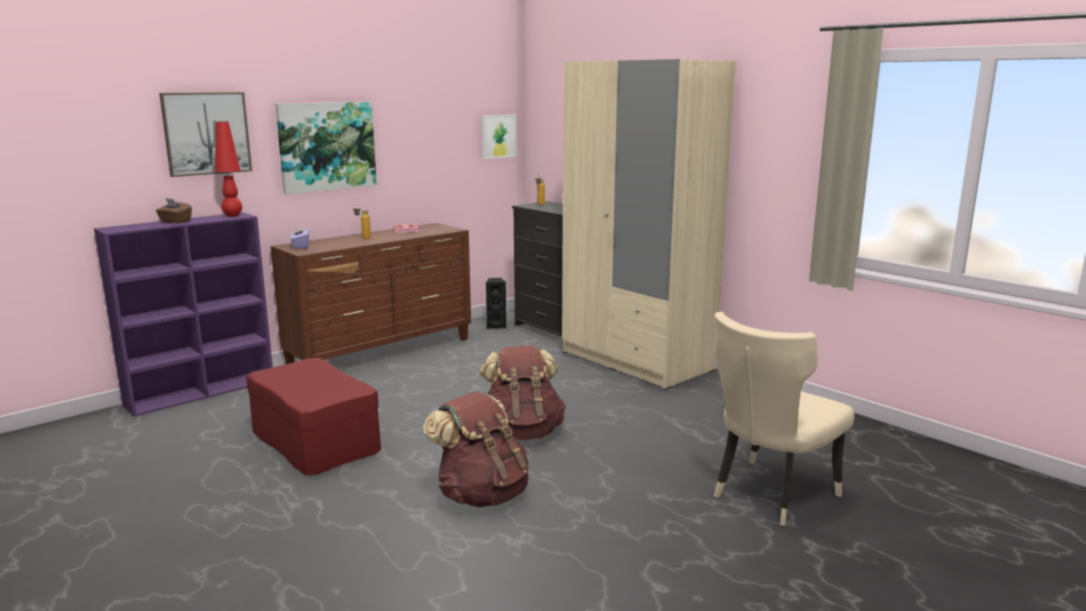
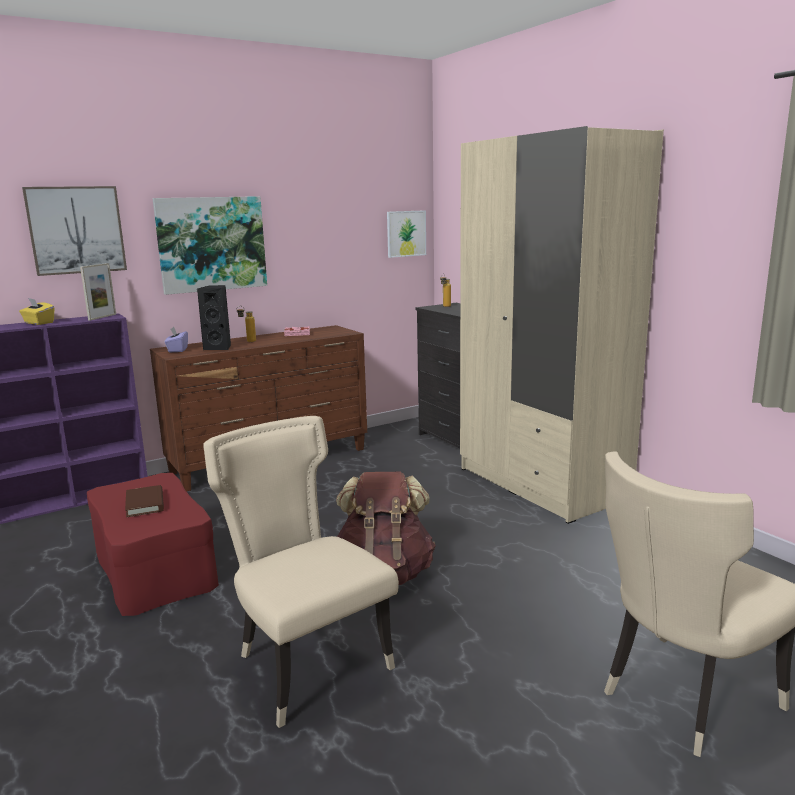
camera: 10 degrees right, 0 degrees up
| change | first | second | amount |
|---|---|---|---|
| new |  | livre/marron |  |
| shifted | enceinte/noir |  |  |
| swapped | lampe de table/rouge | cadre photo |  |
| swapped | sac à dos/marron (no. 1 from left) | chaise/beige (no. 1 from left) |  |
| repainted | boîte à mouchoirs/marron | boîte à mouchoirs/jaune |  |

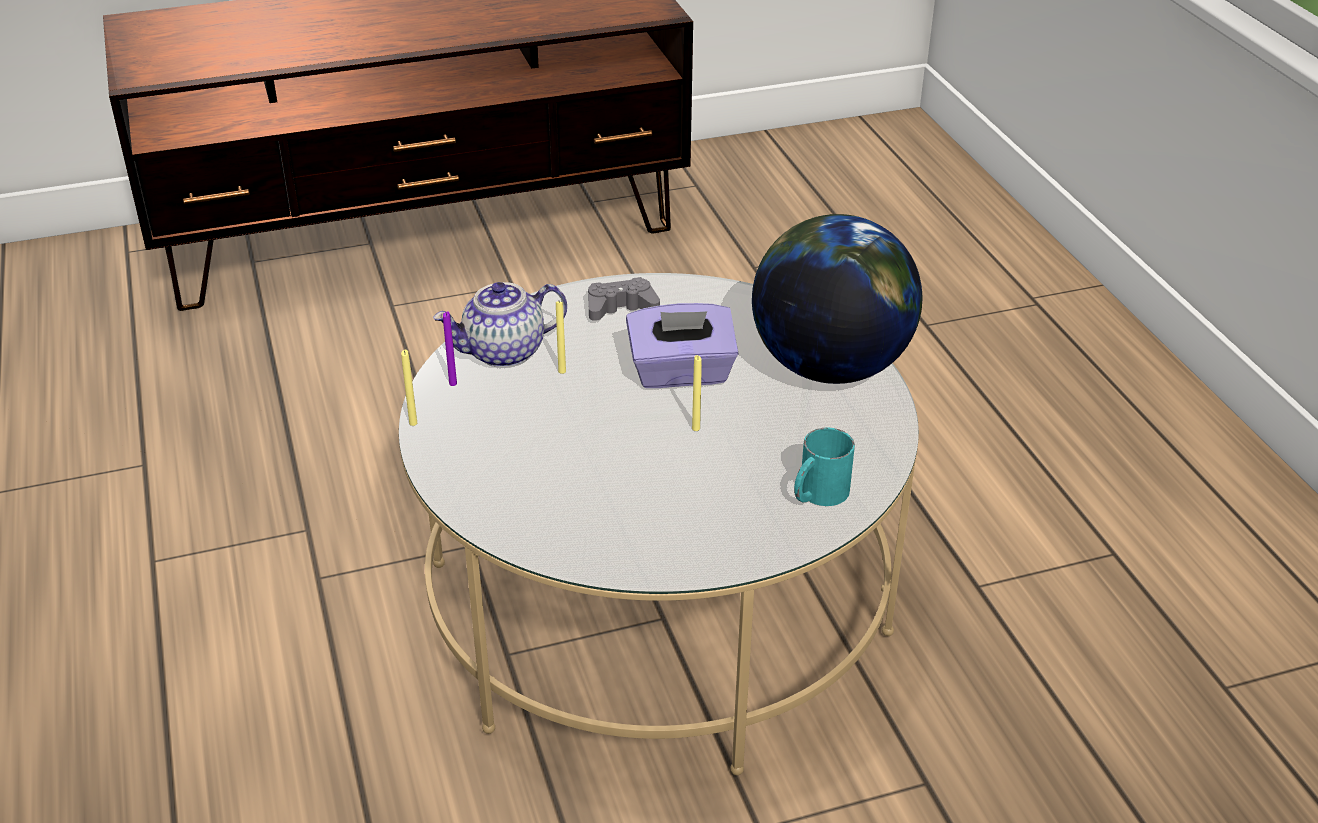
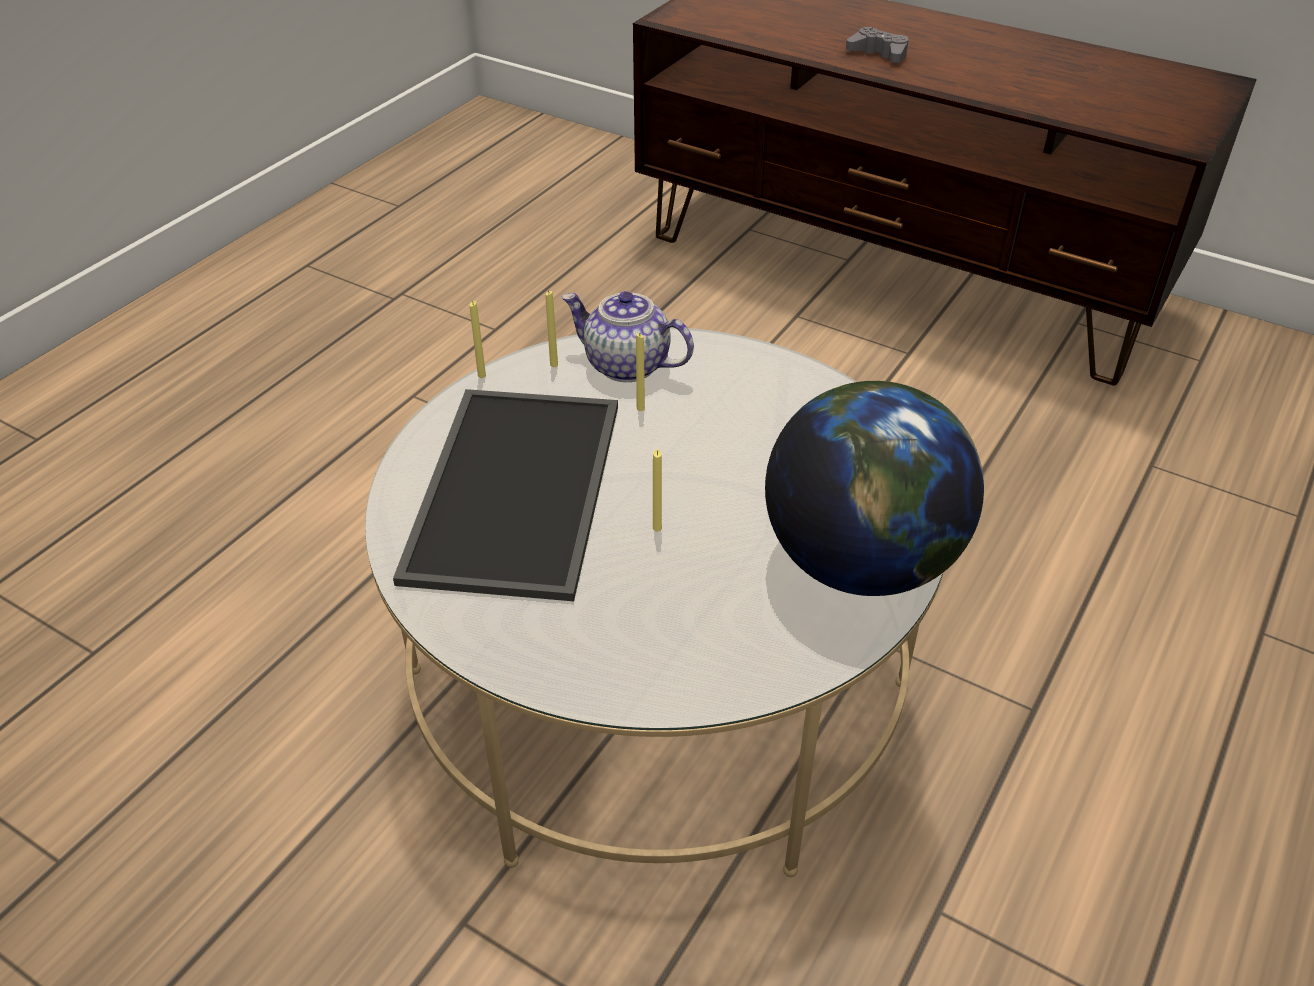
camera: 50 degrees right, 5 degrees up
| change | first | second | amount |
|---|---|---|---|
| gone | boîte à mouchoirs/violet |  |  |
| gone | mug/turquoise |  |  |
| new |  | plateau |  |
| shifted | manette/gris |  |  |
| repainted | bougie/violet | bougie/jaune (no. 2 from left) |  |

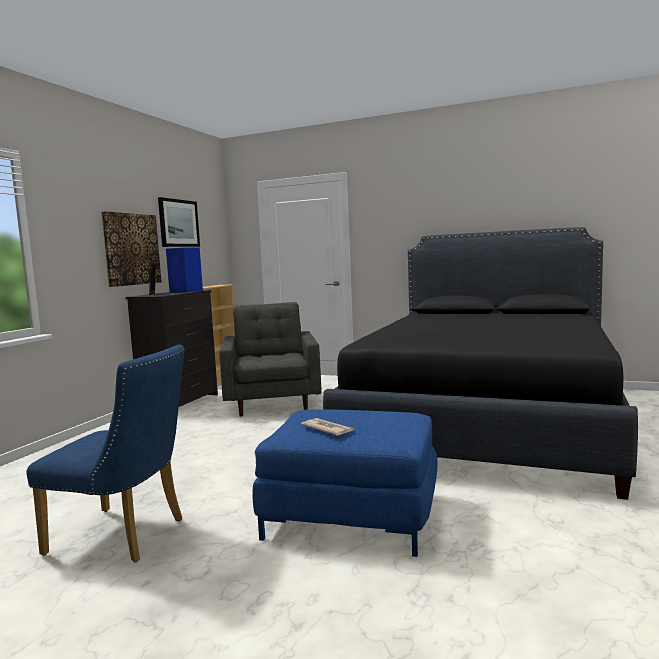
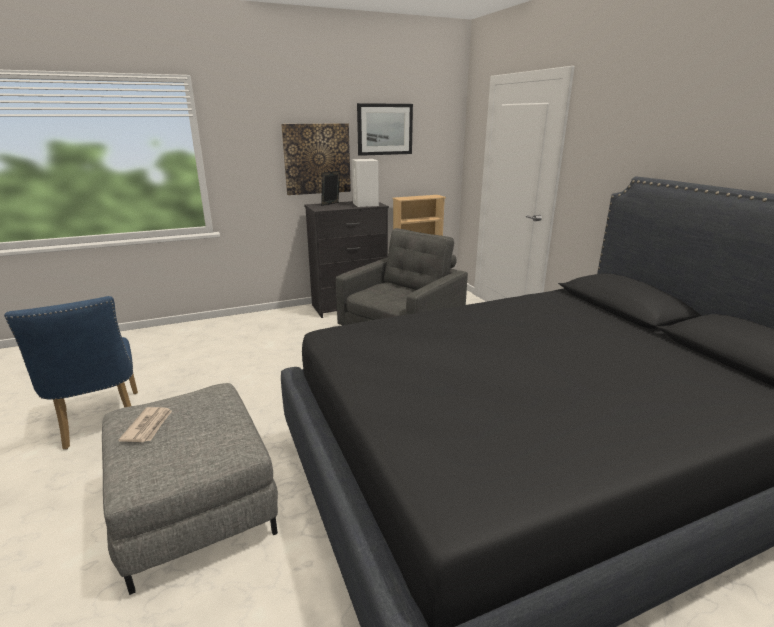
camera: 45 degrees right, 15 degrees up
| change | first | second | amount |
|---|---|---|---|
| repainted | enceinte/bleu | enceinte/blanc |  |
| repainted | pouf/bleu | pouf/gris |  |

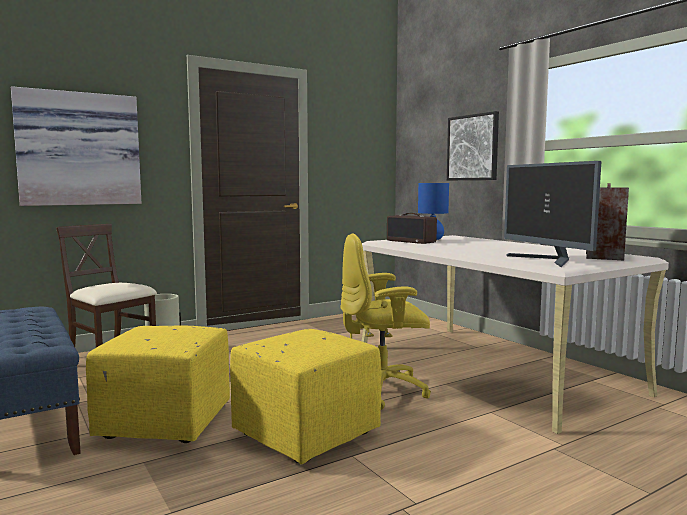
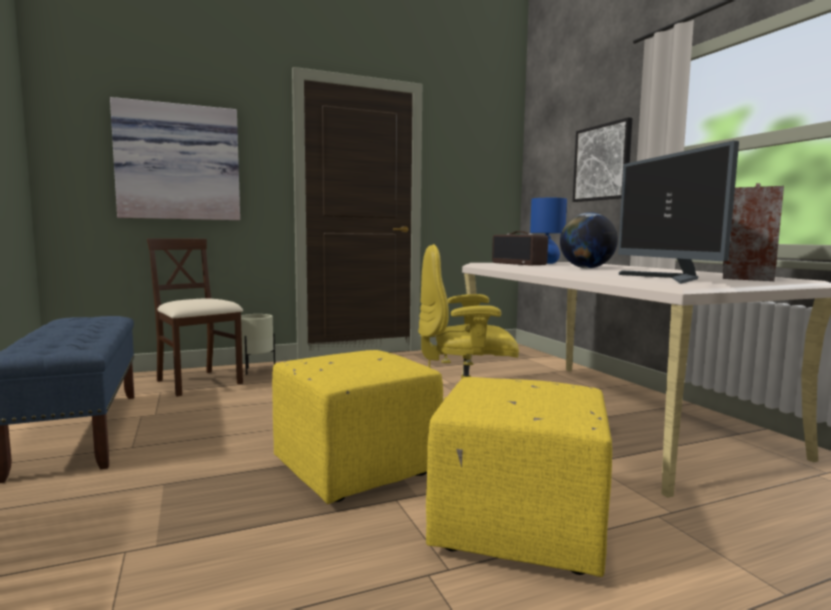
camera: 10 degrees right, 0 degrees up
| change | first | second | amount |
|---|---|---|---|
| new |  | globe |  |
| shifted | pouf/jaune (no. 1 from left in the first image) | pouf/jaune (no. 2 from left) |  |

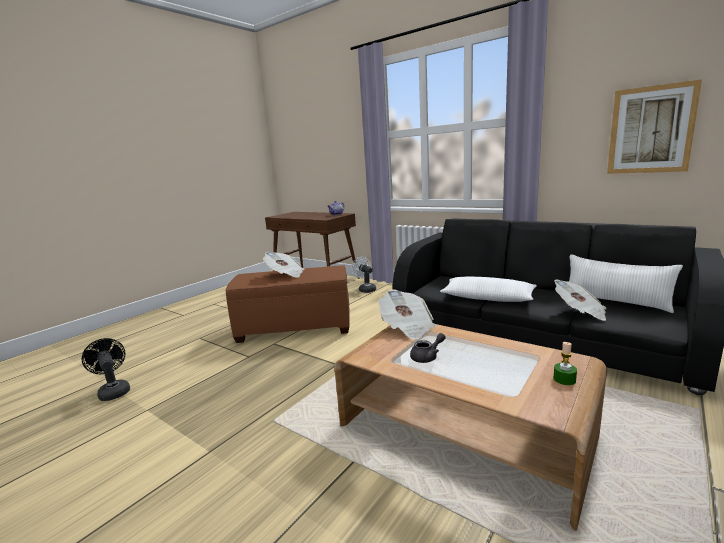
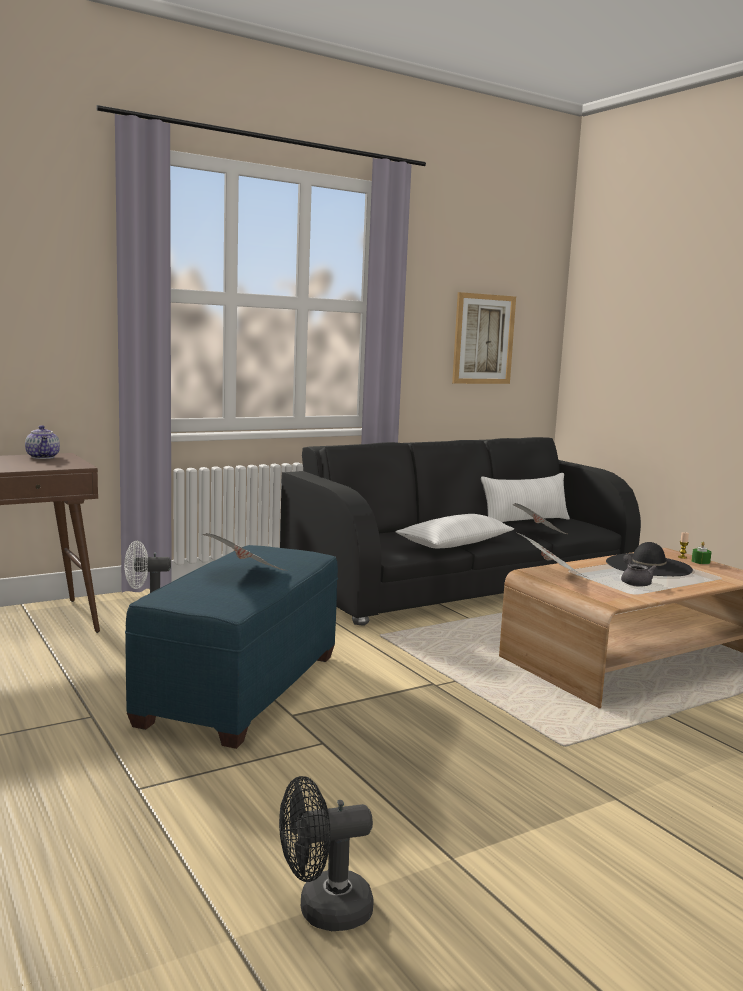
camera: 70 degrees left, 5 degrees down
| change | first | second | amount |
|---|---|---|---|
| new |  | chapeau/noir |  |
| repainted | pouf/marron | pouf/bleu |  |

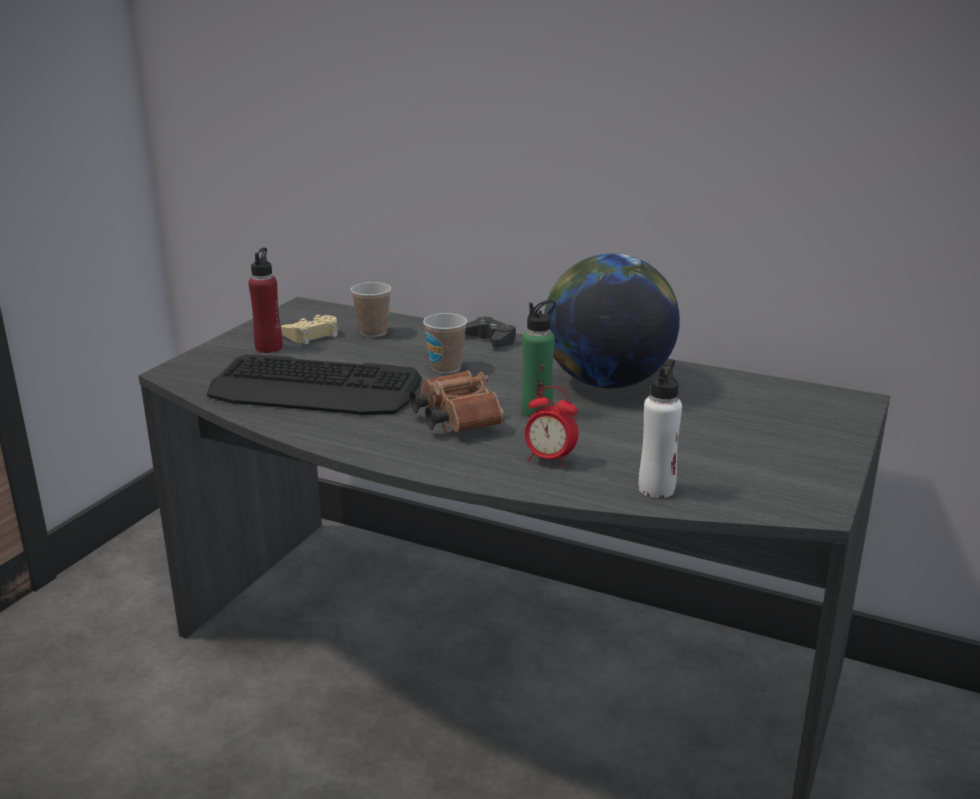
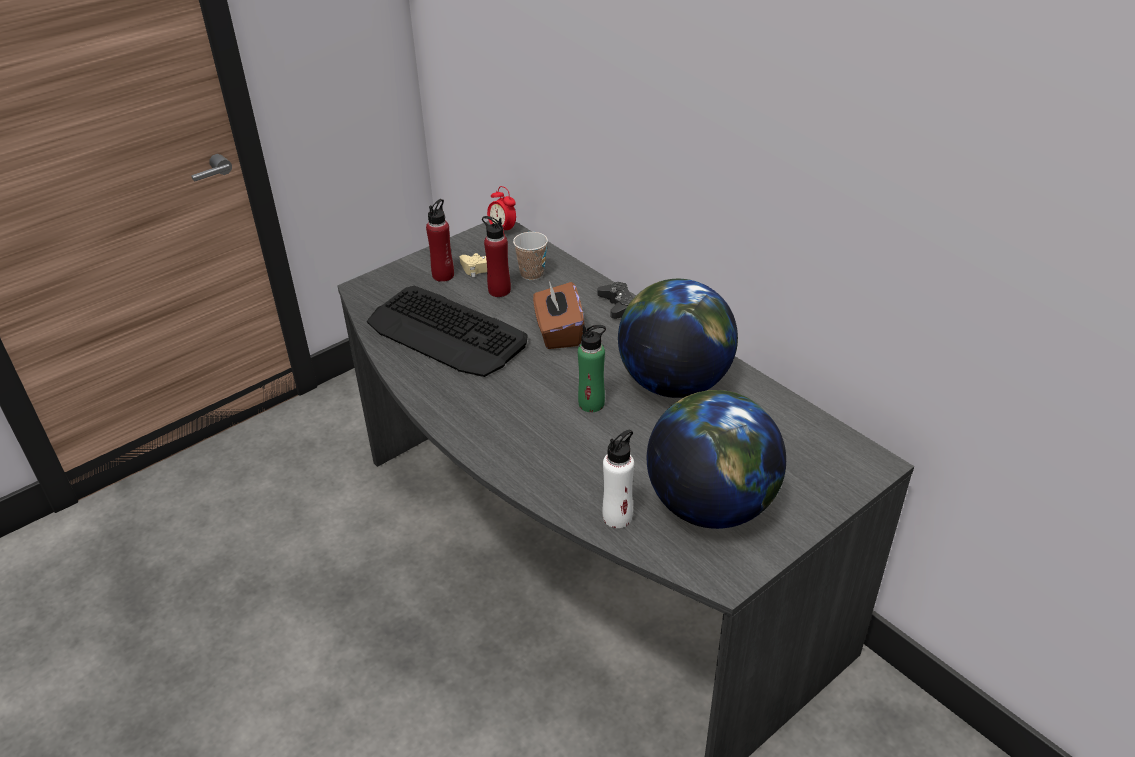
camera: 25 degrees right, 15 degrees up
| change | first | second | amount |
|---|---|---|---|
| gone | jumelles/marron |  |  |
| new |  | bouteille/rouge (no. 2 from left) |  |
| new |  | globe (no. 2 from left) |  |
| shifted | réveil |  |  |
| swapped | tasse (no. 2 from left) | boîte à mouchoirs/marron |  |

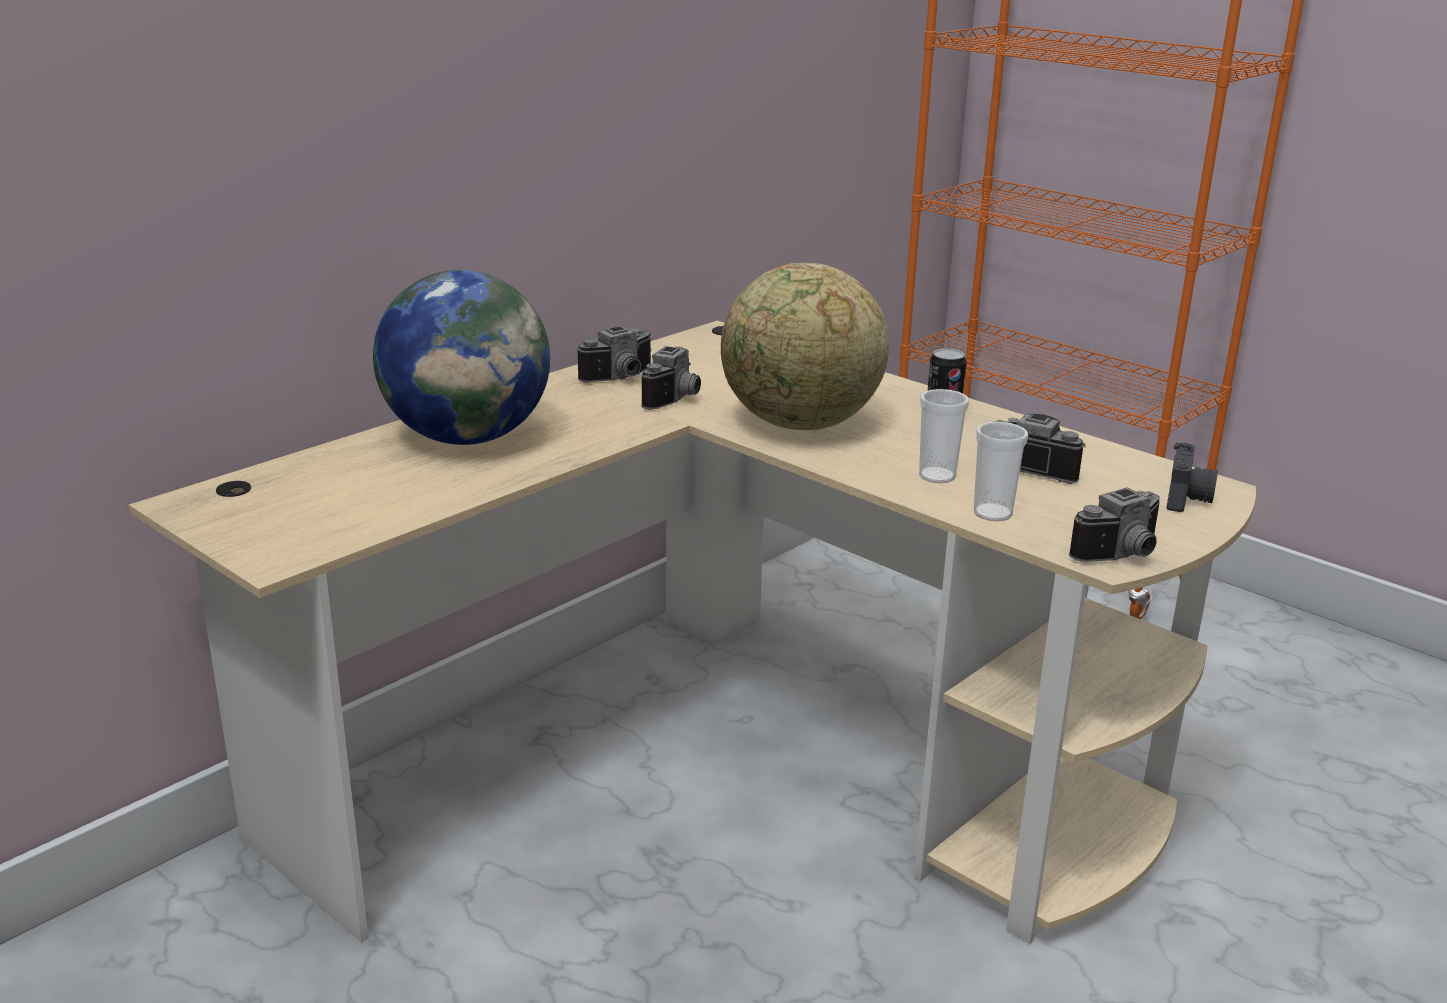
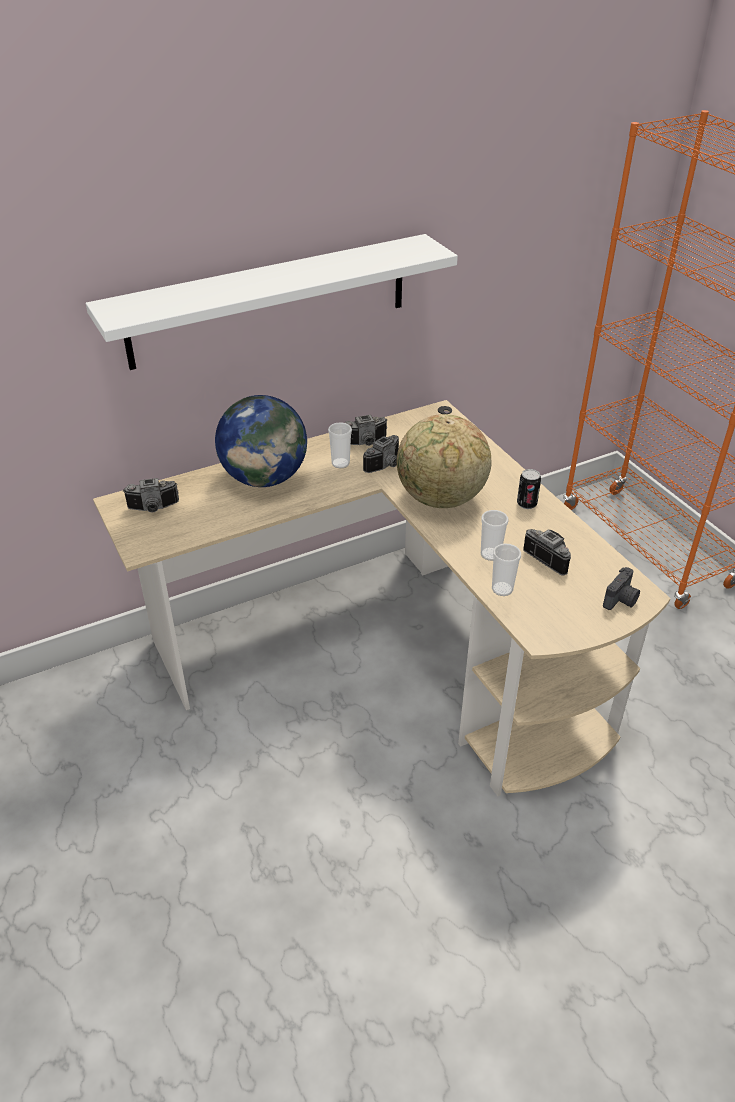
camera: 20 degrees right, 15 degrees up
| change | first | second | amount |
|---|---|---|---|
| new |  | étagère/blanc |  |
| new |  | tasse (no. 1 from left) |  |
| shifted | appareil photo (no. 4 from left in the first image) | appareil photo (no. 1 from left) |  |

